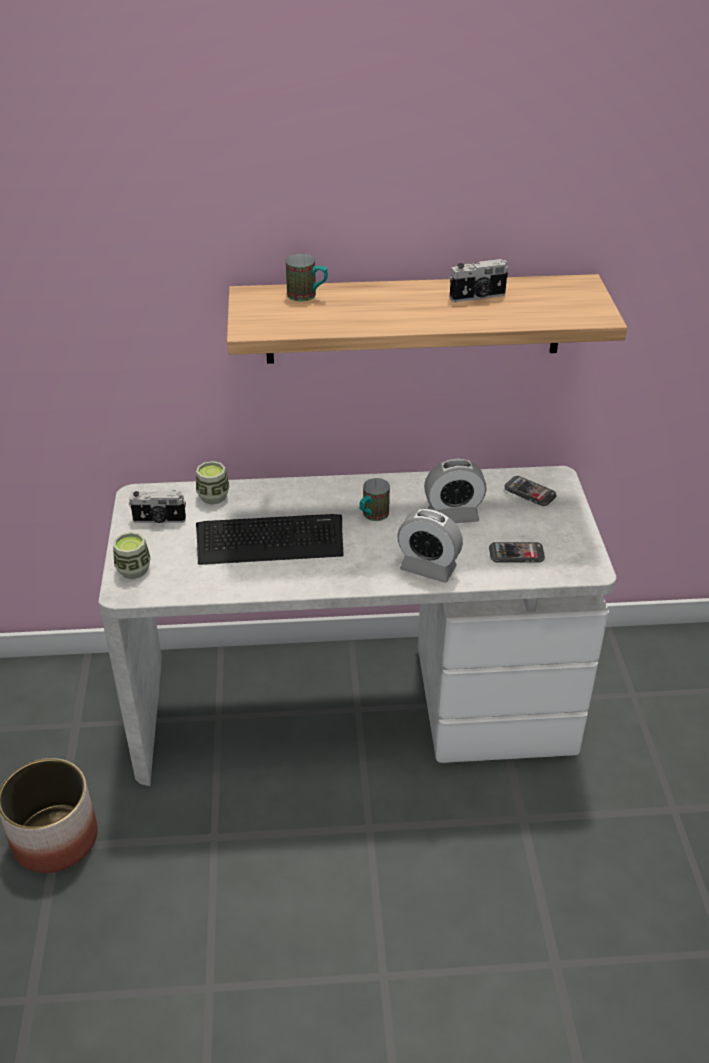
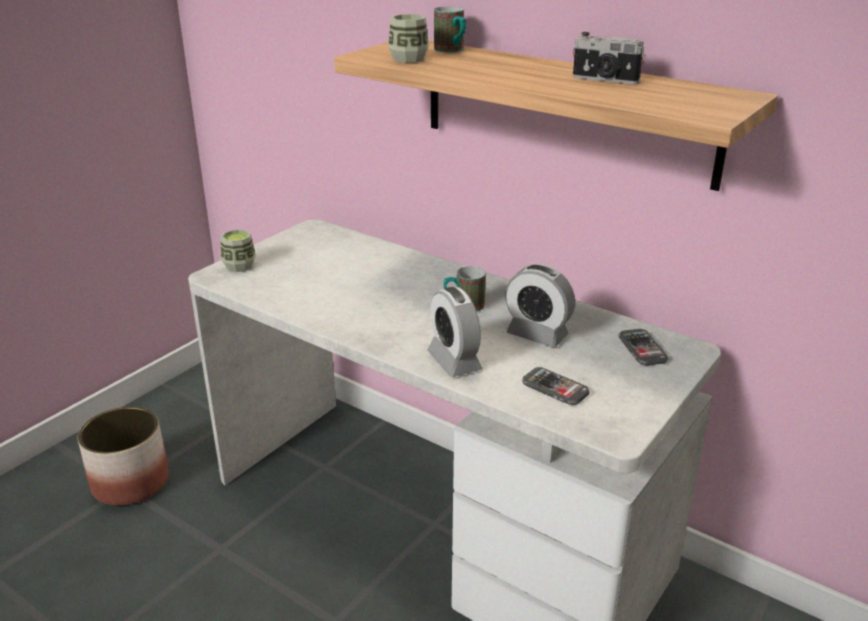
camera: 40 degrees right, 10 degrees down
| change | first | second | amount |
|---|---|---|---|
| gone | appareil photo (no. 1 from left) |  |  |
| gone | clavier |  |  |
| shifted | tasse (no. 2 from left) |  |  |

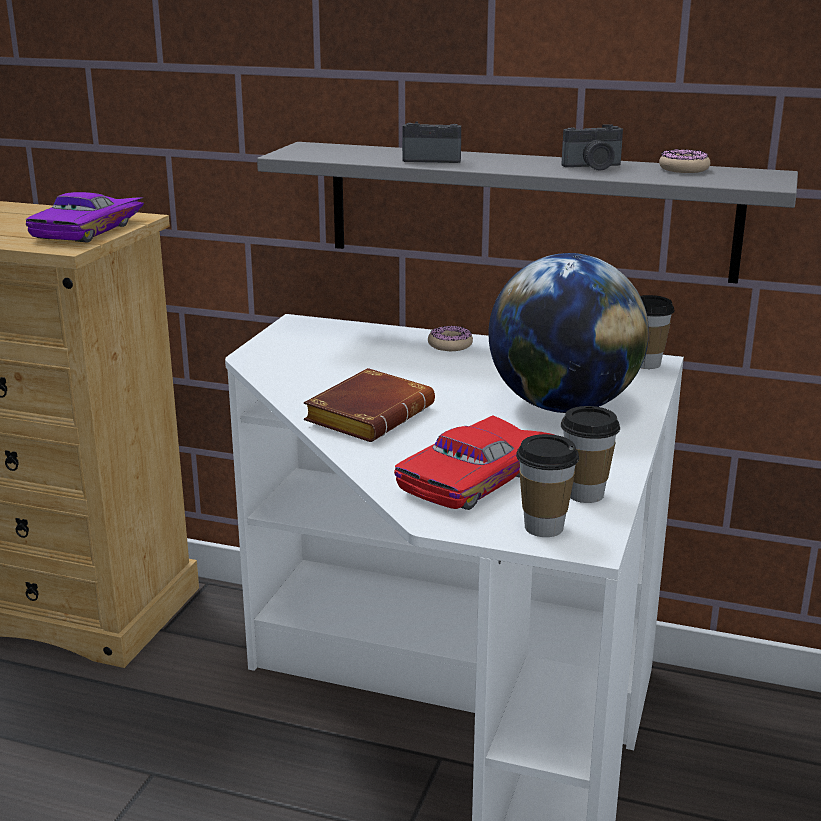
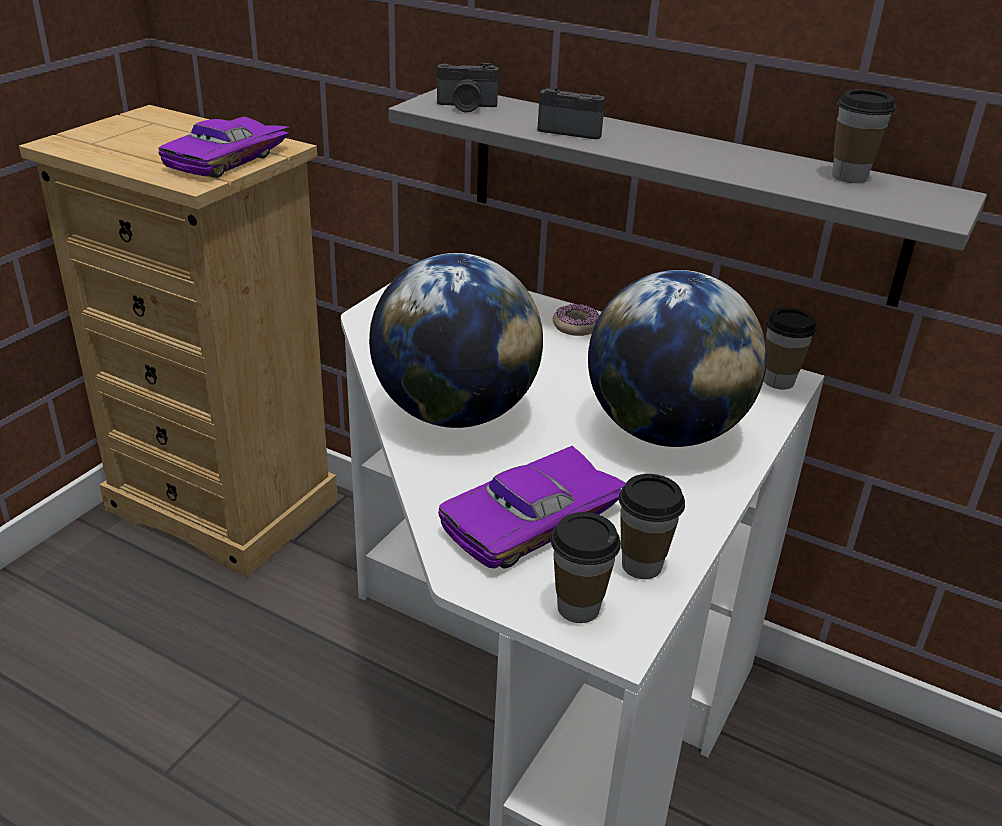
camera: 10 degrees right, 10 degrees up
| change | first | second | amount |
|---|---|---|---|
| shifted | appareil photo (no. 2 from left in the first image) | appareil photo (no. 1 from left) |  |
| swapped | livre/marron | globe (no. 1 from left) |  |
| swapped | beignet (no. 2 from left) | tasse (no. 4 from left) |  |
| repainted | petite voiture/rouge | petite voiture/violet (no. 2 from left) |  |

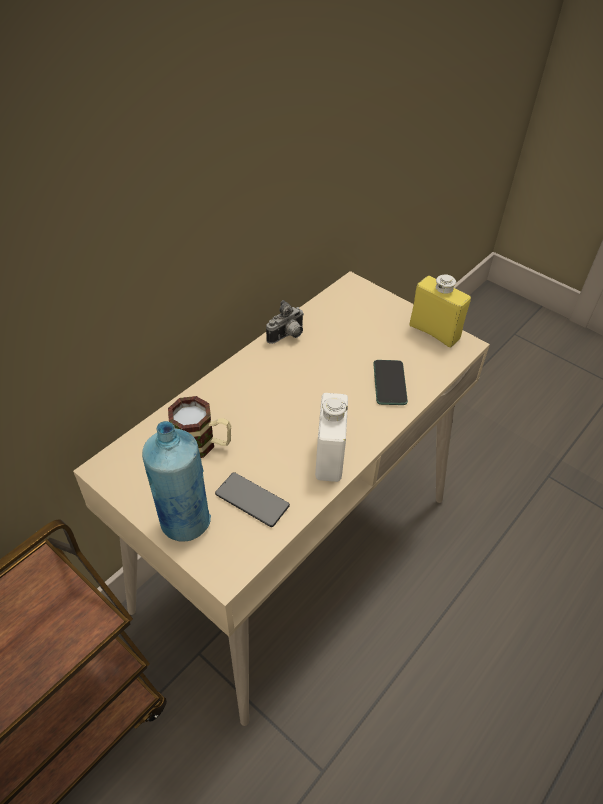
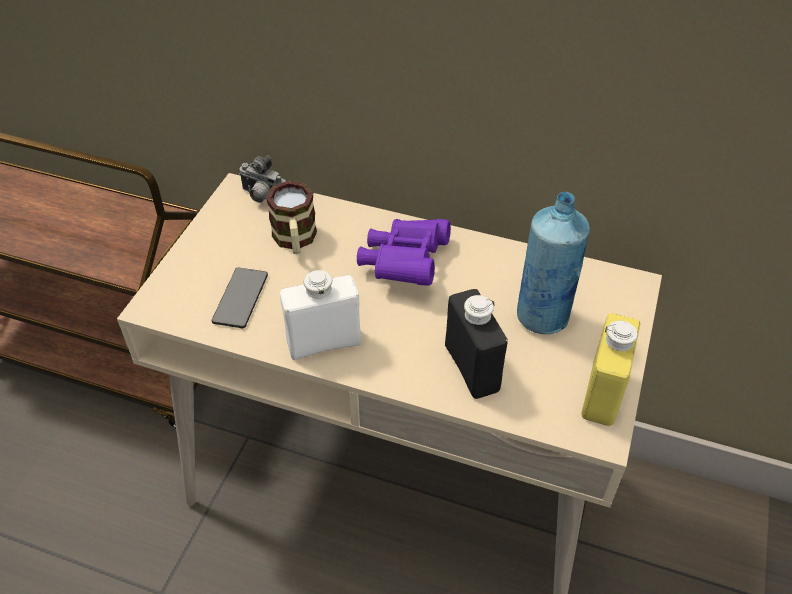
camera: 70 degrees right, 0 degrees up
| change | first | second | amount |
|---|---|---|---|
| new |  | jumelles/violet |  |
| shifted | bouteille/bleu |  |  |
| shifted | appareil photo |  |  |
| swapped | téléphone (no. 2 from left) | bouteille/noir |  |

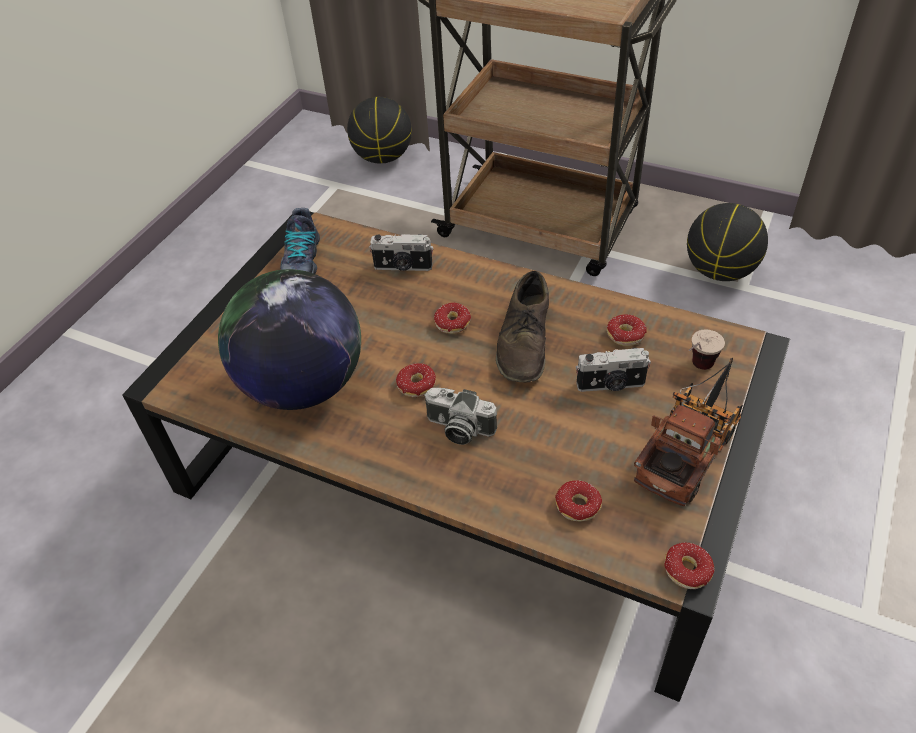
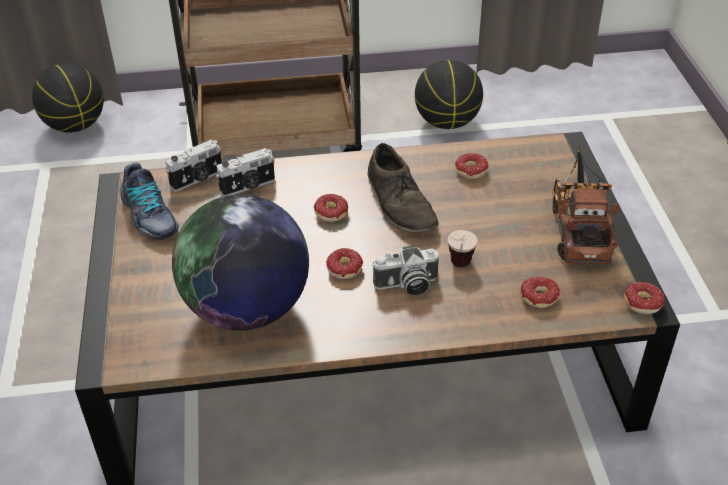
camera: 35 degrees left, 5 degrees down
| change | first | second | amount |
|---|---|---|---|
| shifted | appareil photo (no. 3 from left in the first image) | appareil photo (no. 1 from left) |  |
| shifted | tasse |  |  |

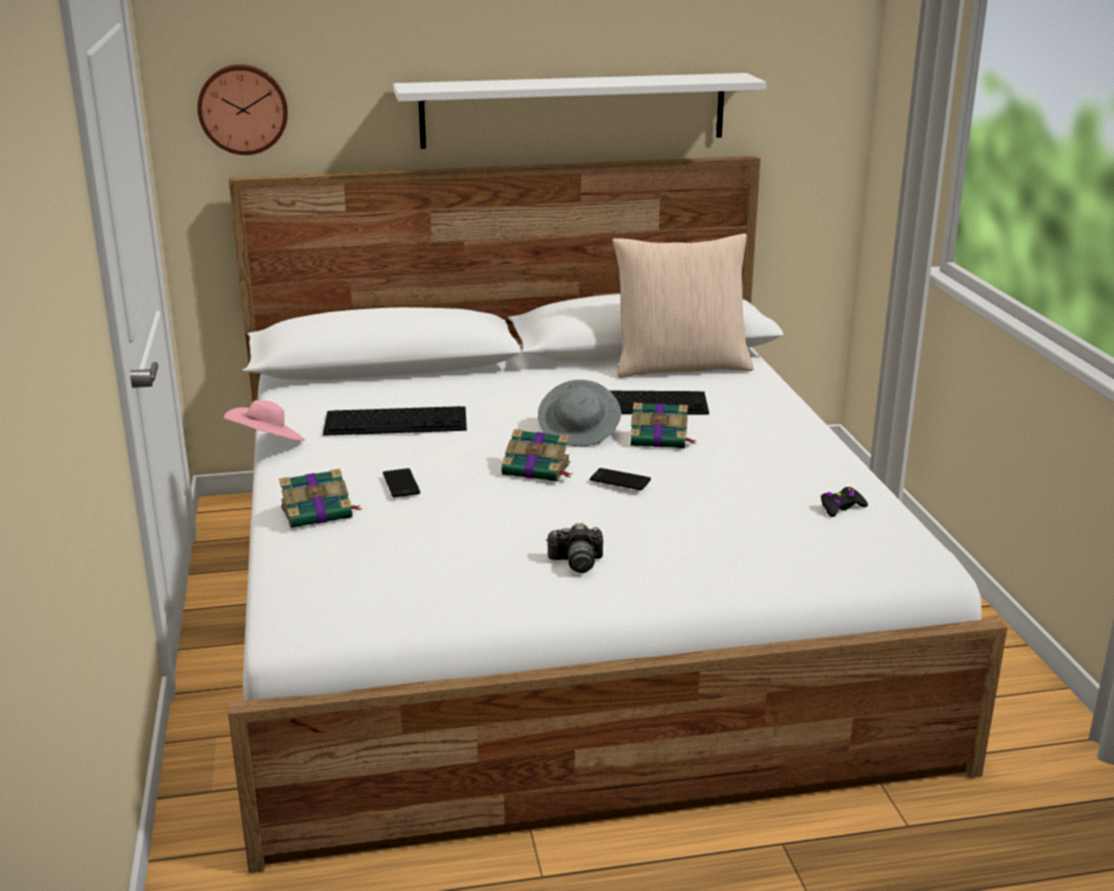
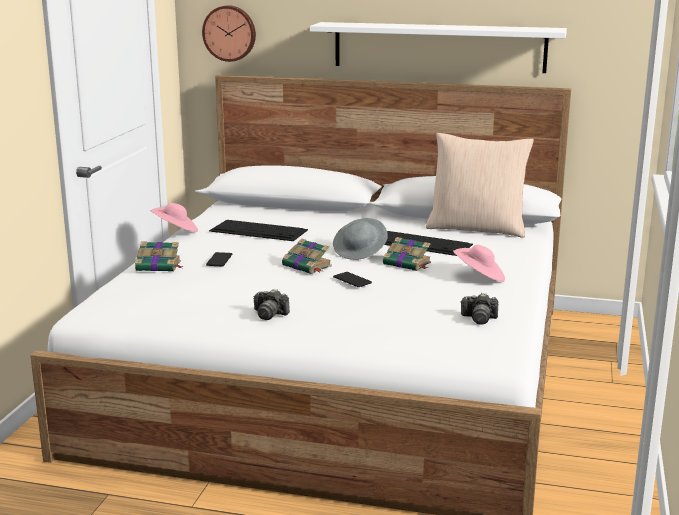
camera: 25 degrees right, 5 degrees down
| change | first | second | amount |
|---|---|---|---|
| new |  | chapeau/rose (no. 2 from left) |  |
| swapped | manette/noir | appareil photo (no. 2 from left) |  |

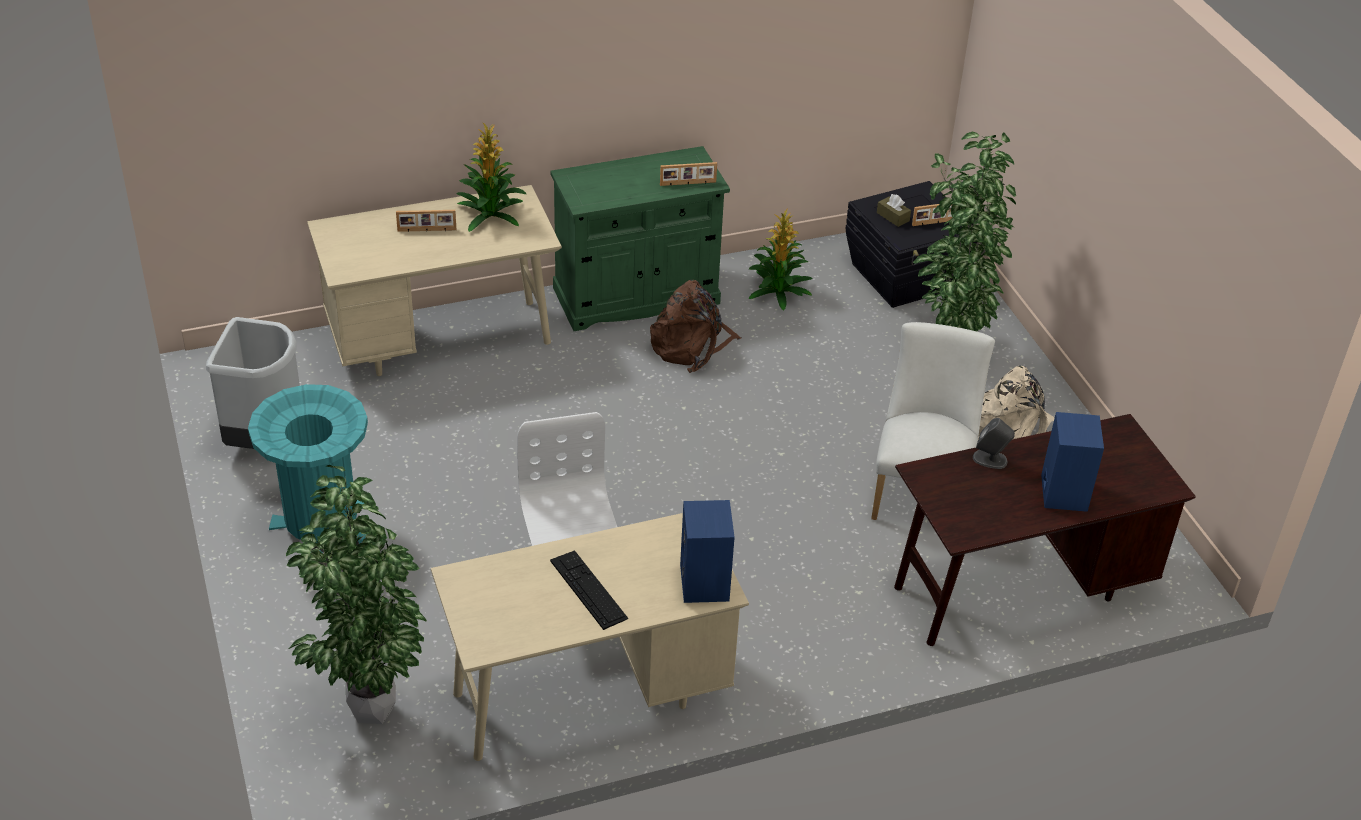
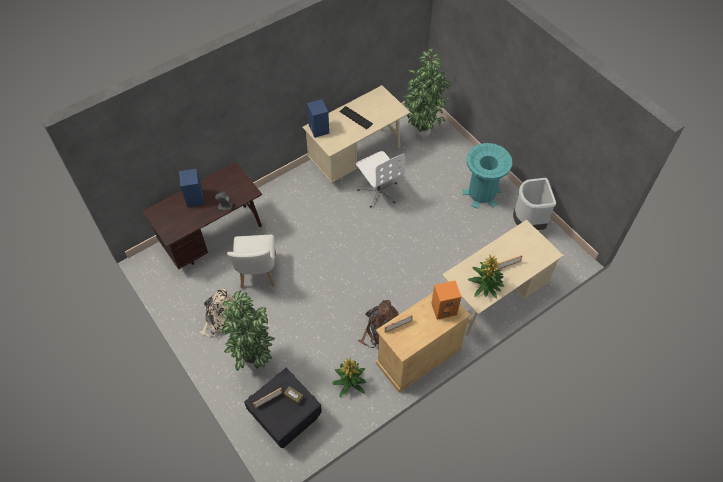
camera: 165 degrees right, 15 degrees up
| change | first | second | amount |
|---|---|---|---|
| new |  | enceinte/orange |  |
| repainted | meuble de rangement/vert | meuble de rangement/beige |  |

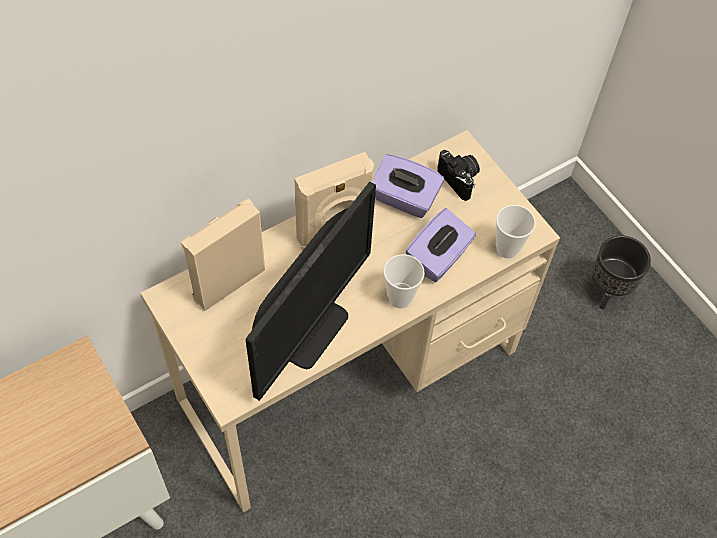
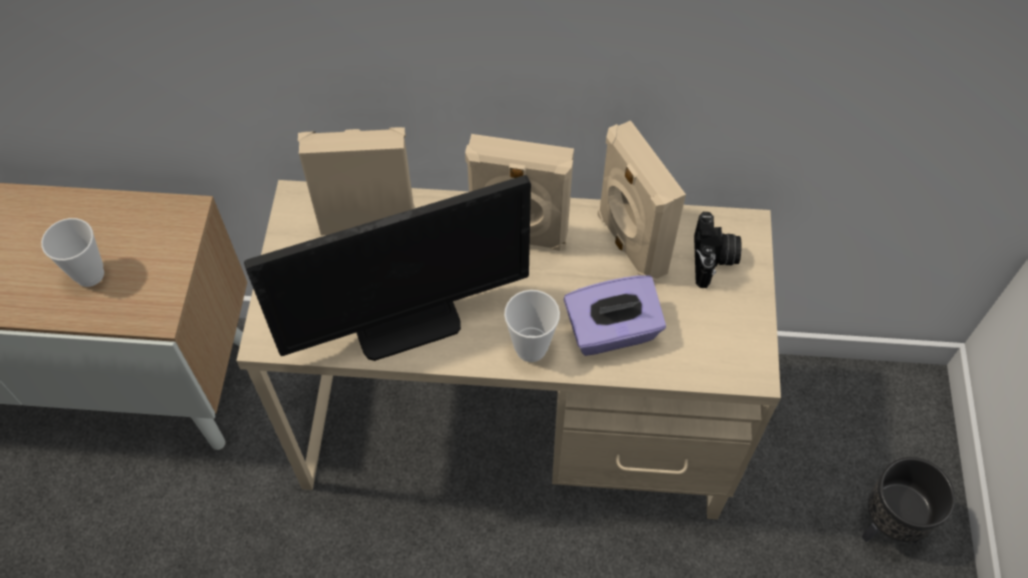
camera: 40 degrees right, 0 degrees up
| change | first | second | amount |
|---|---|---|---|
| shifted | tasse (no. 2 from left in the first image) | tasse (no. 1 from left) |  |
| swapped | boîte à mouchoirs/violet (no. 1 from left) | enceinte/beige (no. 3 from left) |  |

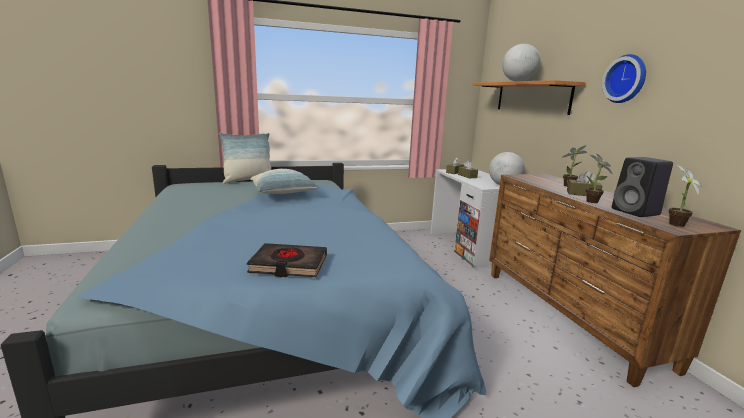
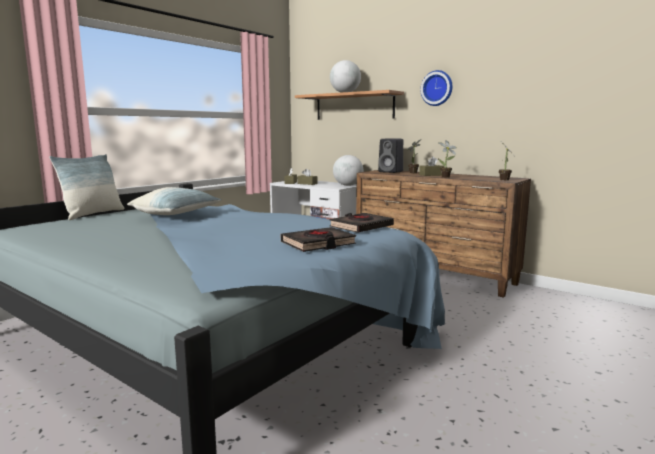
camera: 35 degrees left, 5 degrees down
| change | first | second | amount |
|---|---|---|---|
| new |  | livre/noir (no. 2 from left) |  |
| shifted | enceinte/noir |  |  |

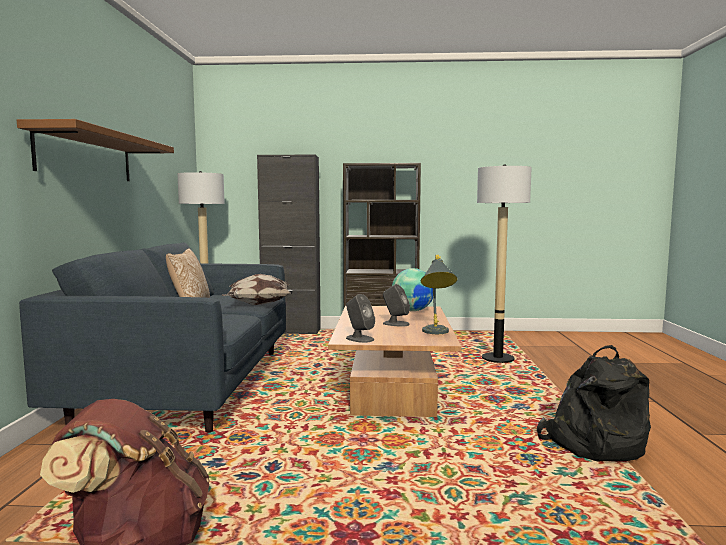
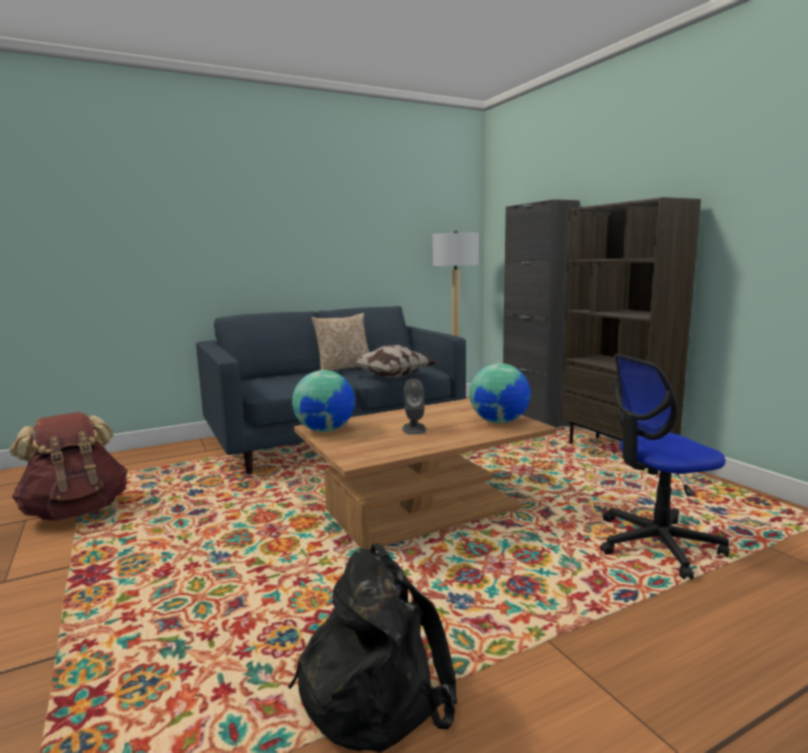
camera: 60 degrees right, 5 degrees up
| change | first | second | amount |
|---|---|---|---|
| gone | étagère/marron |  |  |
| gone | lampe de table/gris |  |  |
| swapped | enceinte/gris (no. 1 from left) | globe (no. 1 from left) |  |
| swapped | lampadaire (no. 2 from left) | chaise de bureau |  |

